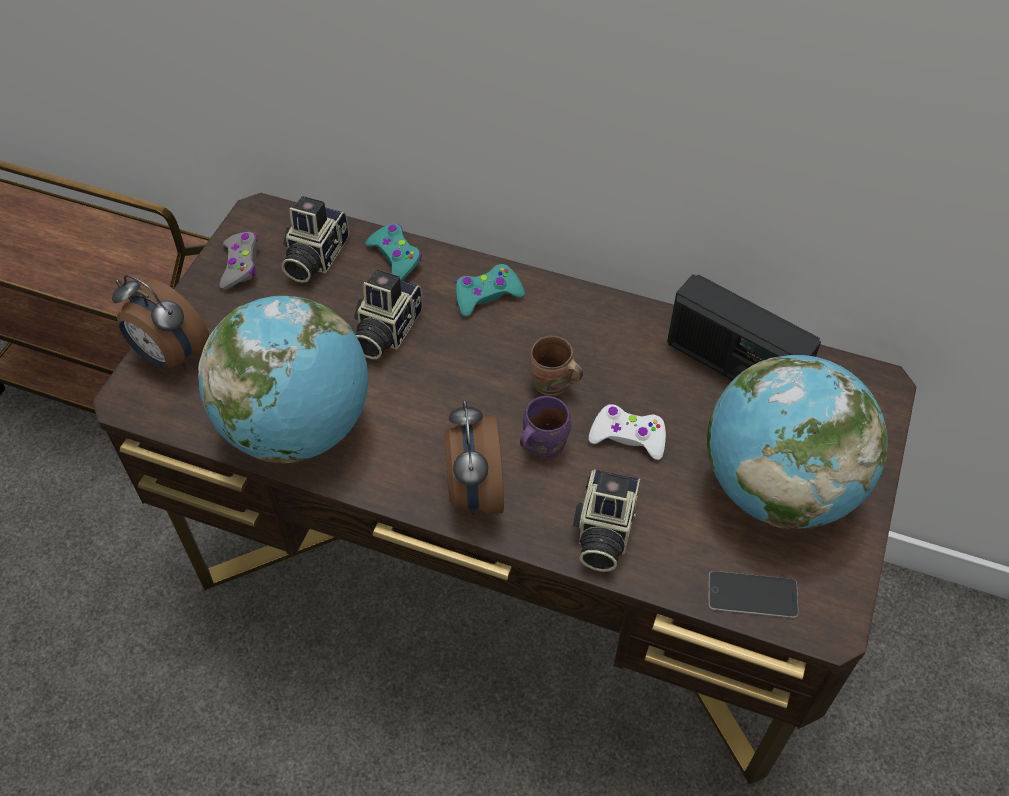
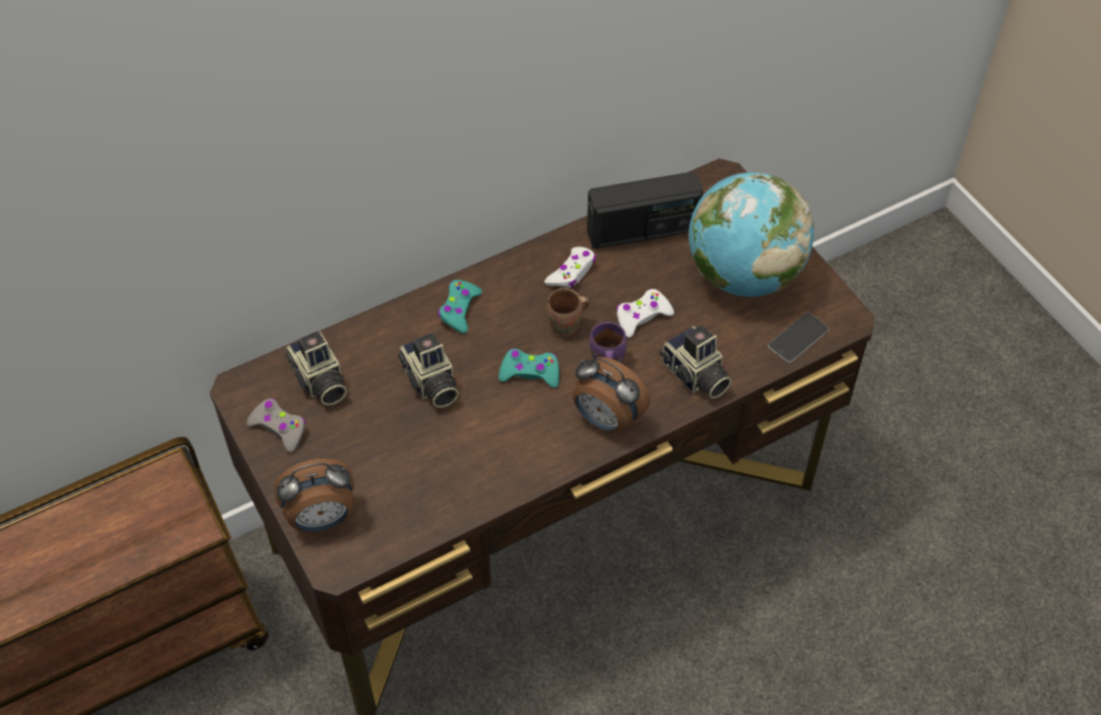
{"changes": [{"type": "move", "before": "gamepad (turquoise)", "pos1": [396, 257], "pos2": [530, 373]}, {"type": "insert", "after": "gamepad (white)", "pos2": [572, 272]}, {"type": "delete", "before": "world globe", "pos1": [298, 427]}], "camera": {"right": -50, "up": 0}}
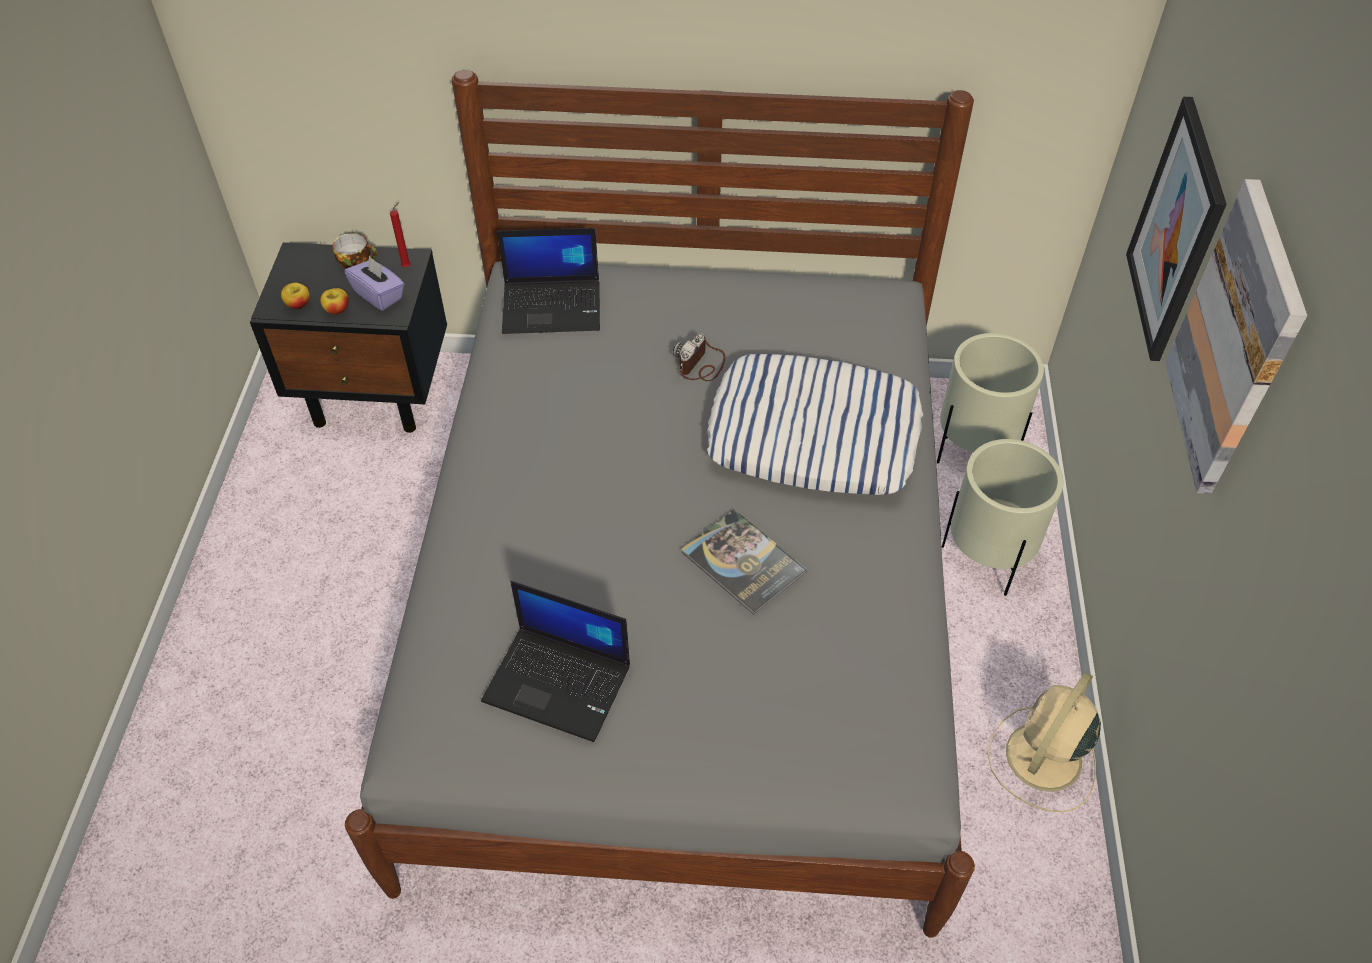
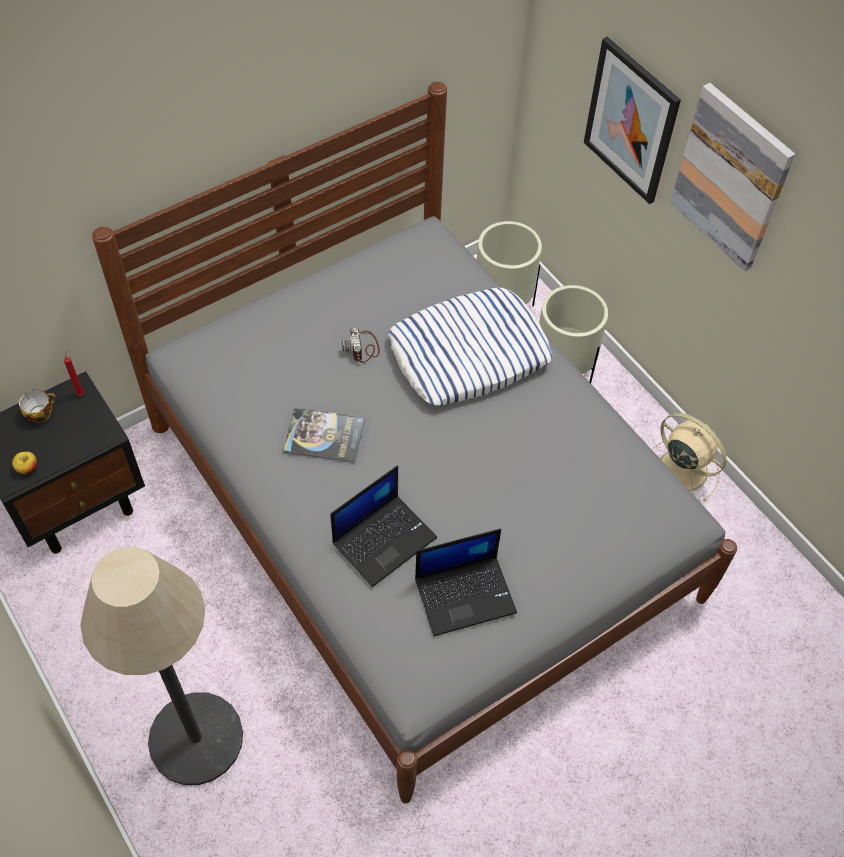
{"changes": [{"type": "insert", "after": "floor lamp", "pos2": [196, 738]}, {"type": "move", "before": "book", "pos1": [743, 562], "pos2": [324, 435]}, {"type": "move", "before": "portable computer", "pos1": [553, 306], "pos2": [384, 539]}, {"type": "rotate", "before": "fan (sand-coloured)", "pos1": [1042, 759], "pos2": [680, 469], "turn": 135}, {"type": "delete", "before": "whole apple", "pos1": [337, 310]}, {"type": "delete", "before": "tissue holder (purplish)", "pos1": [379, 295]}], "camera": {"right": -40, "up": 5}}
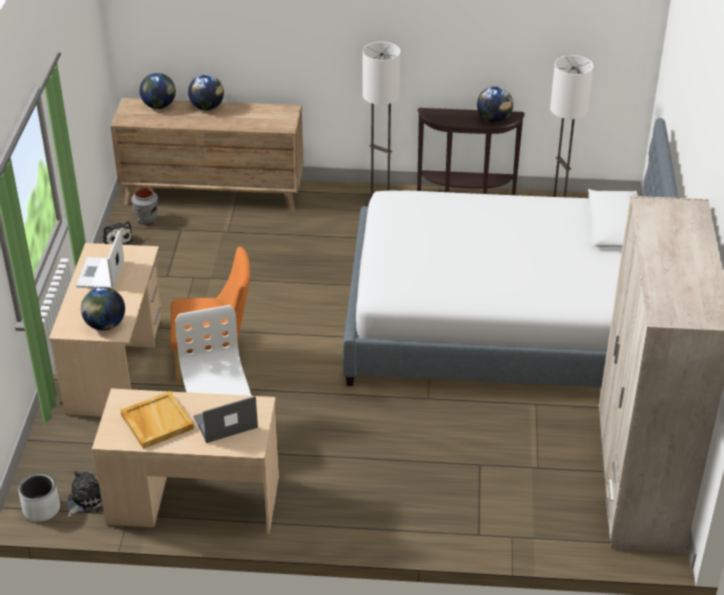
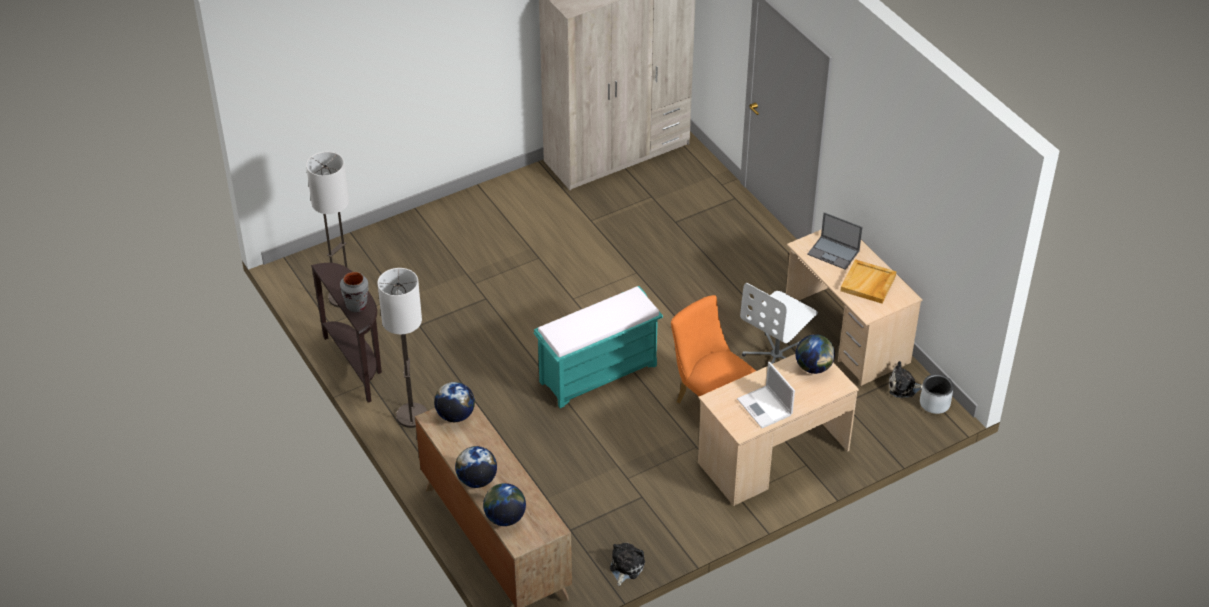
{"changes": [{"type": "move", "before": "decorative vase (grey)", "pos1": [147, 221], "pos2": [356, 305]}, {"type": "move", "before": "world globe", "pos1": [494, 119], "pos2": [455, 415]}, {"type": "insert", "after": "long seat (turquoise)", "pos2": [599, 373]}, {"type": "rotate", "before": "portable computer", "pos1": [100, 274], "pos2": [765, 408], "turn": 90}, {"type": "delete", "before": "sleeping bed", "pos1": [501, 322]}], "camera": {"right": -125, "up": 5}}
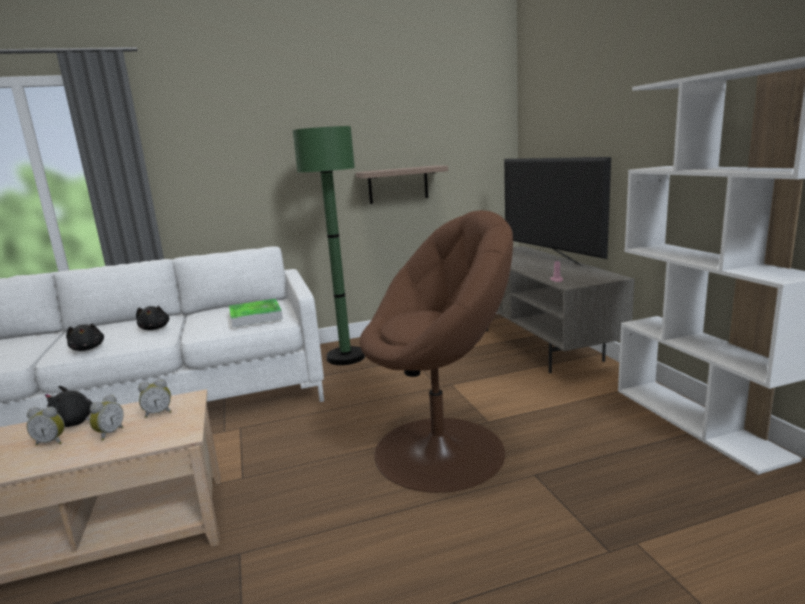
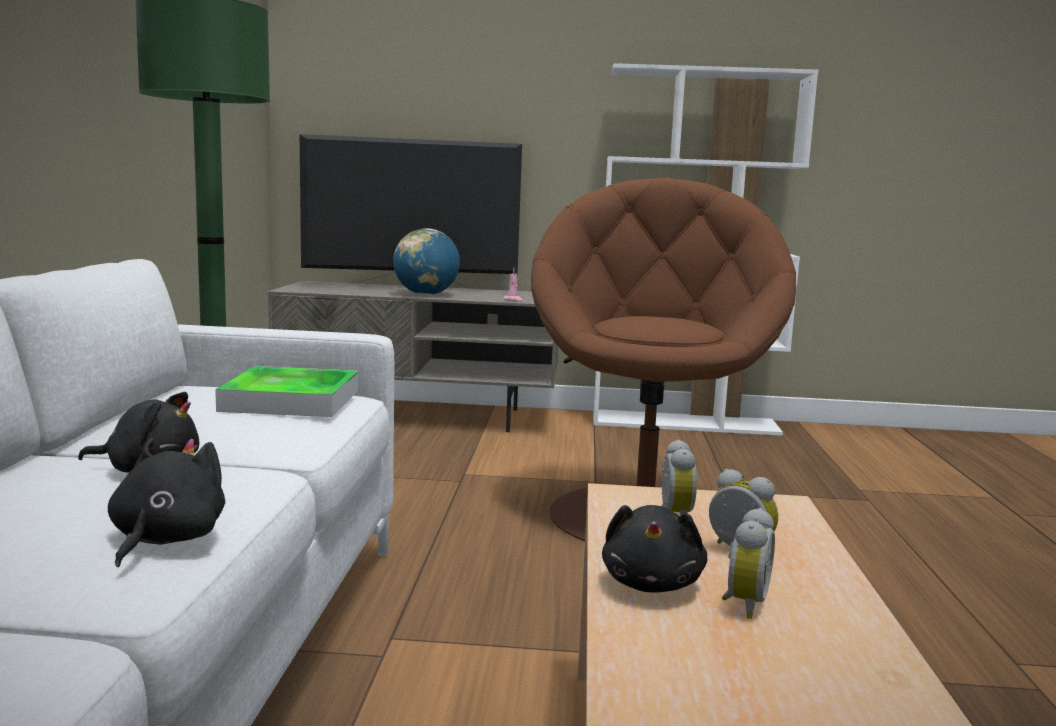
{"changes": [{"type": "rotate", "before": "cuddly toy (blackish)", "pos1": [88, 348], "pos2": [165, 539], "turn": -75}, {"type": "insert", "after": "world globe", "pos2": [426, 294]}, {"type": "delete", "before": "shelf", "pos1": [398, 184]}], "camera": {"right": -70, "up": -5}}
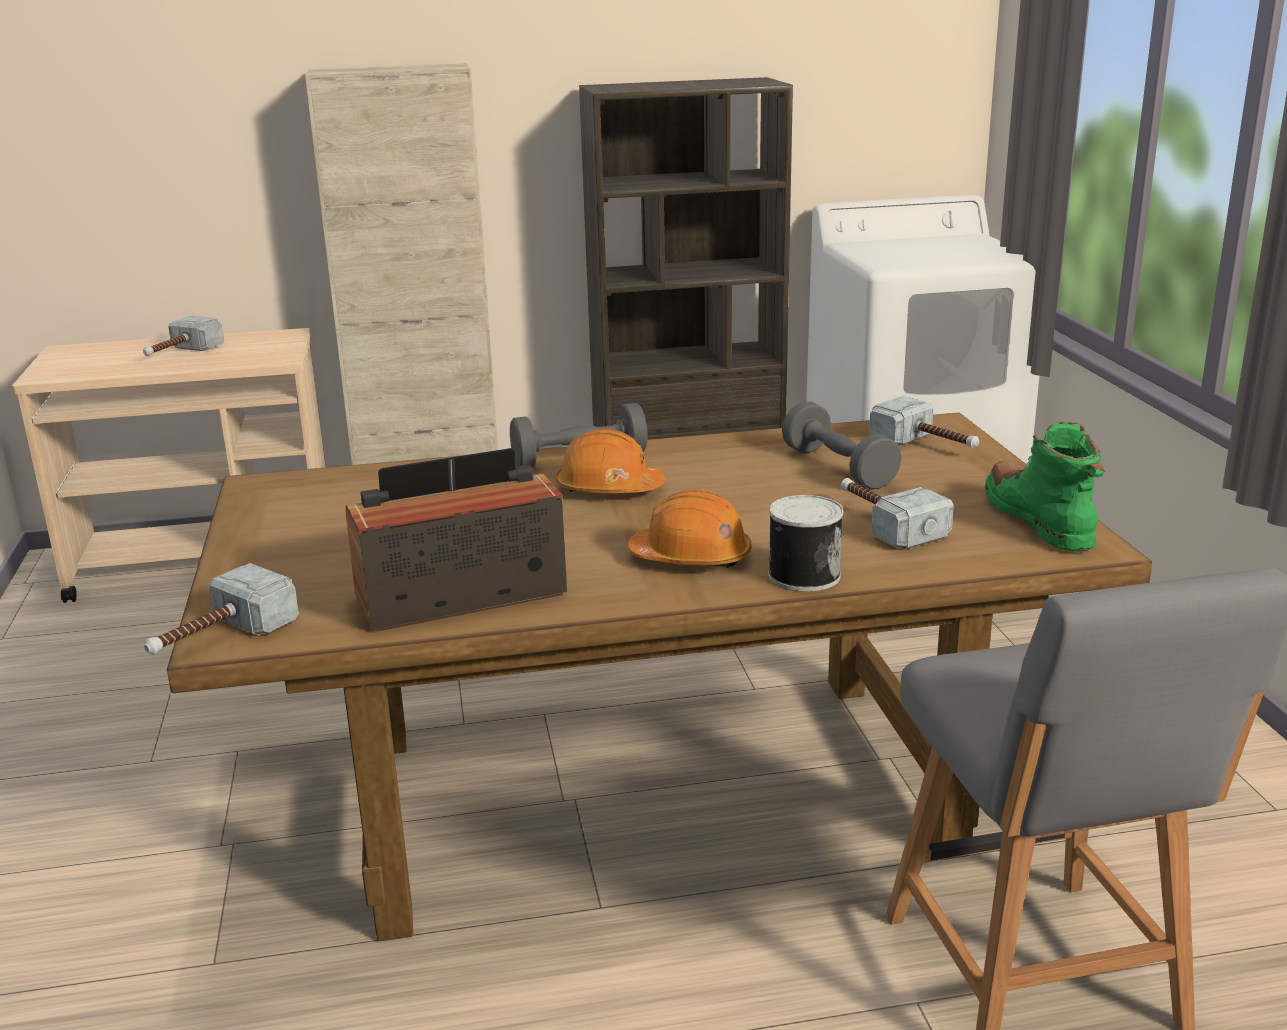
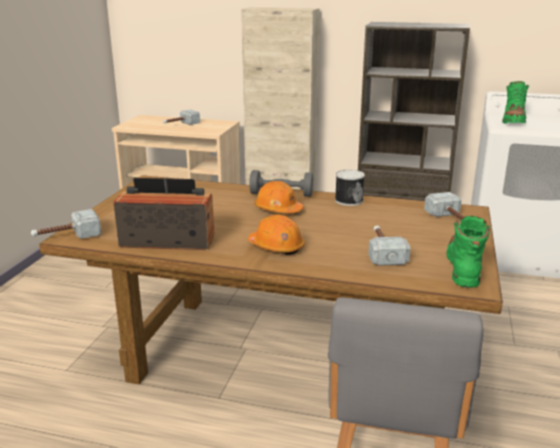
{"changes": [{"type": "move", "before": "metal can", "pos1": [802, 575], "pos2": [348, 200]}, {"type": "insert", "after": "boot (green-coloured)", "pos2": [513, 121]}, {"type": "delete", "before": "free weight (grey)", "pos1": [838, 468]}], "camera": {"right": 25, "up": 0}}
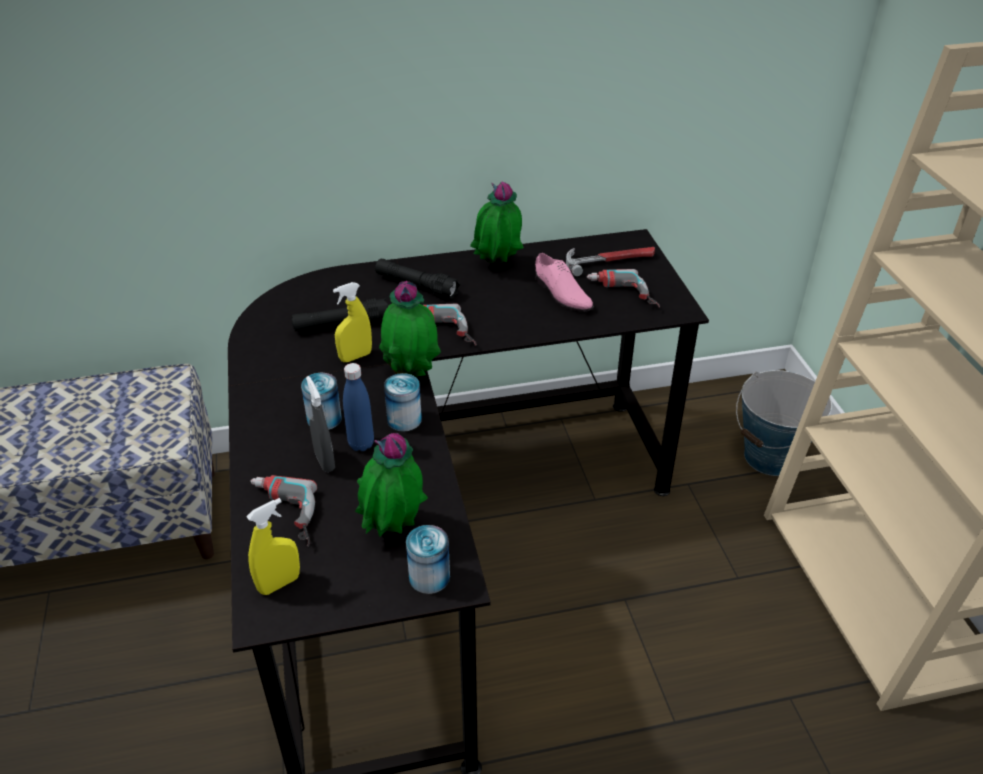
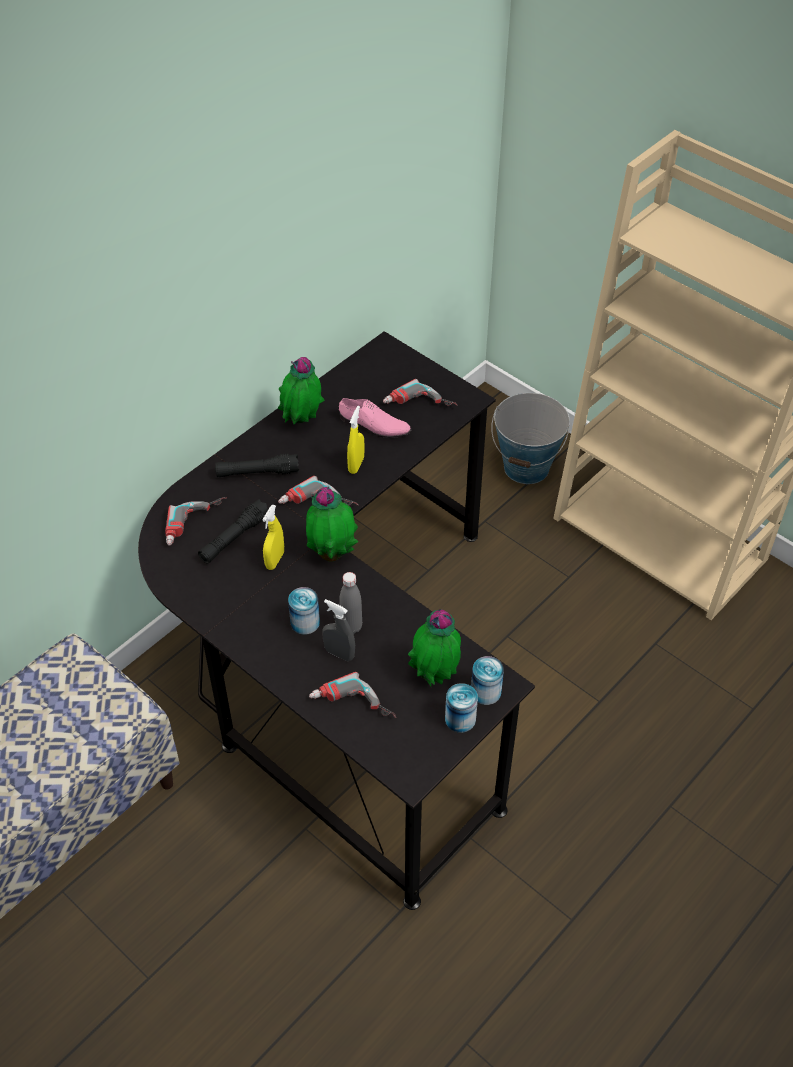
{"changes": [{"type": "insert", "after": "electric drill", "pos2": [196, 524]}, {"type": "recolor", "before": "drink bottle (bluish)", "after": "drink bottle (grey)", "pos1": [361, 444], "pos2": [351, 627]}, {"type": "move", "before": "hand sprayer (yellow)", "pos1": [279, 583], "pos2": [356, 465]}, {"type": "move", "before": "metal can", "pos1": [404, 419], "pos2": [460, 719]}, {"type": "delete", "before": "hammer", "pos1": [610, 260]}], "camera": {"right": -35, "up": 10}}
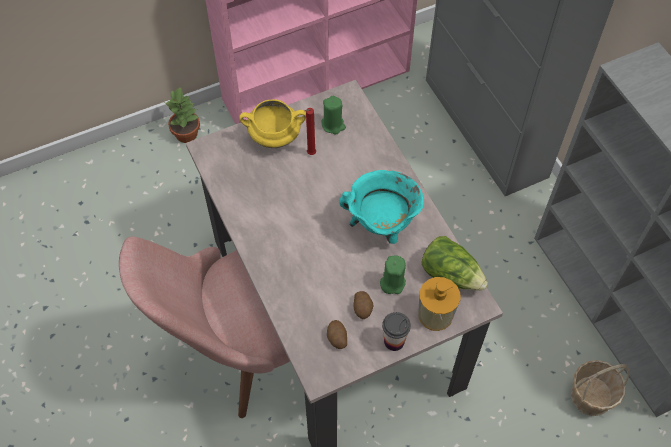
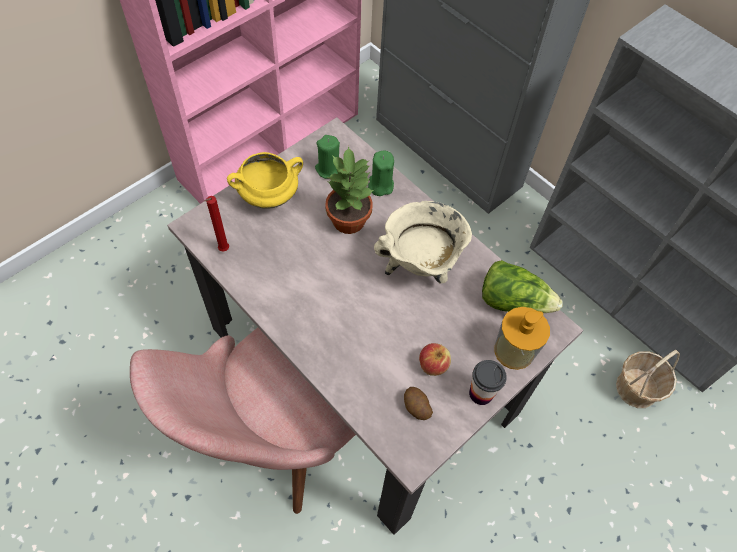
{"changes": [{"type": "move", "before": "candle (reddish)", "pos1": [310, 154], "pos2": [223, 250]}, {"type": "move", "before": "plant in a pot", "pos1": [187, 134], "pos2": [349, 220]}, {"type": "move", "before": "candle (green-coloured)", "pos1": [392, 282], "pos2": [380, 185]}, {"type": "recolor", "before": "cooking pot (turquoise)", "after": "cooking pot (sand-coloured)", "pos1": [381, 225], "pos2": [420, 266]}, {"type": "replace", "before": "potato", "after": "whole apple", "pos1": [363, 308], "pos2": [433, 364]}], "camera": {"right": -20, "up": 0}}
